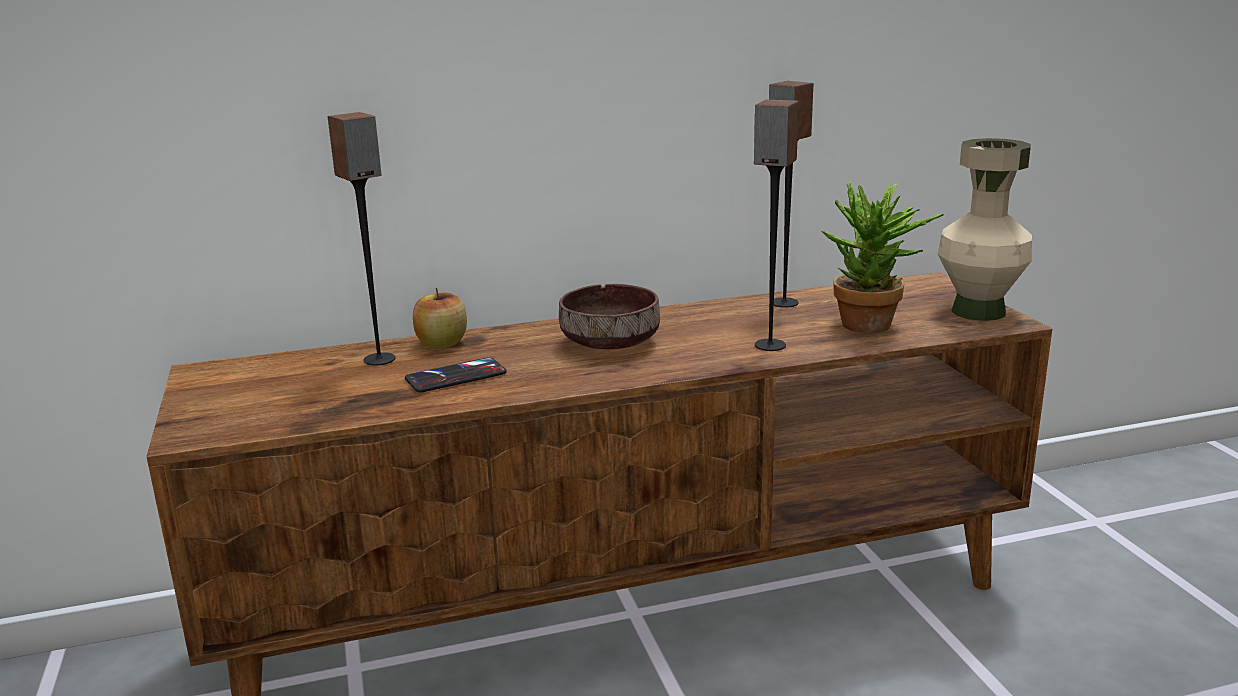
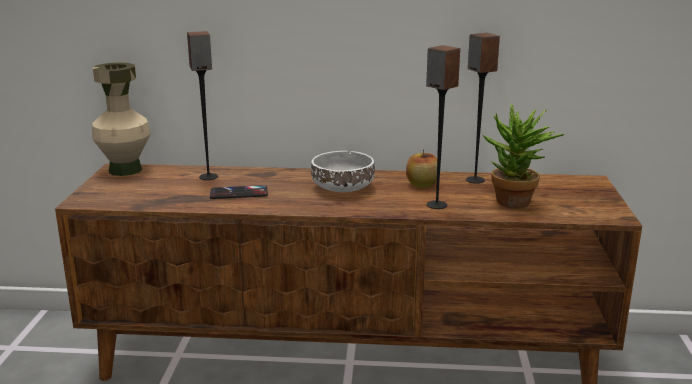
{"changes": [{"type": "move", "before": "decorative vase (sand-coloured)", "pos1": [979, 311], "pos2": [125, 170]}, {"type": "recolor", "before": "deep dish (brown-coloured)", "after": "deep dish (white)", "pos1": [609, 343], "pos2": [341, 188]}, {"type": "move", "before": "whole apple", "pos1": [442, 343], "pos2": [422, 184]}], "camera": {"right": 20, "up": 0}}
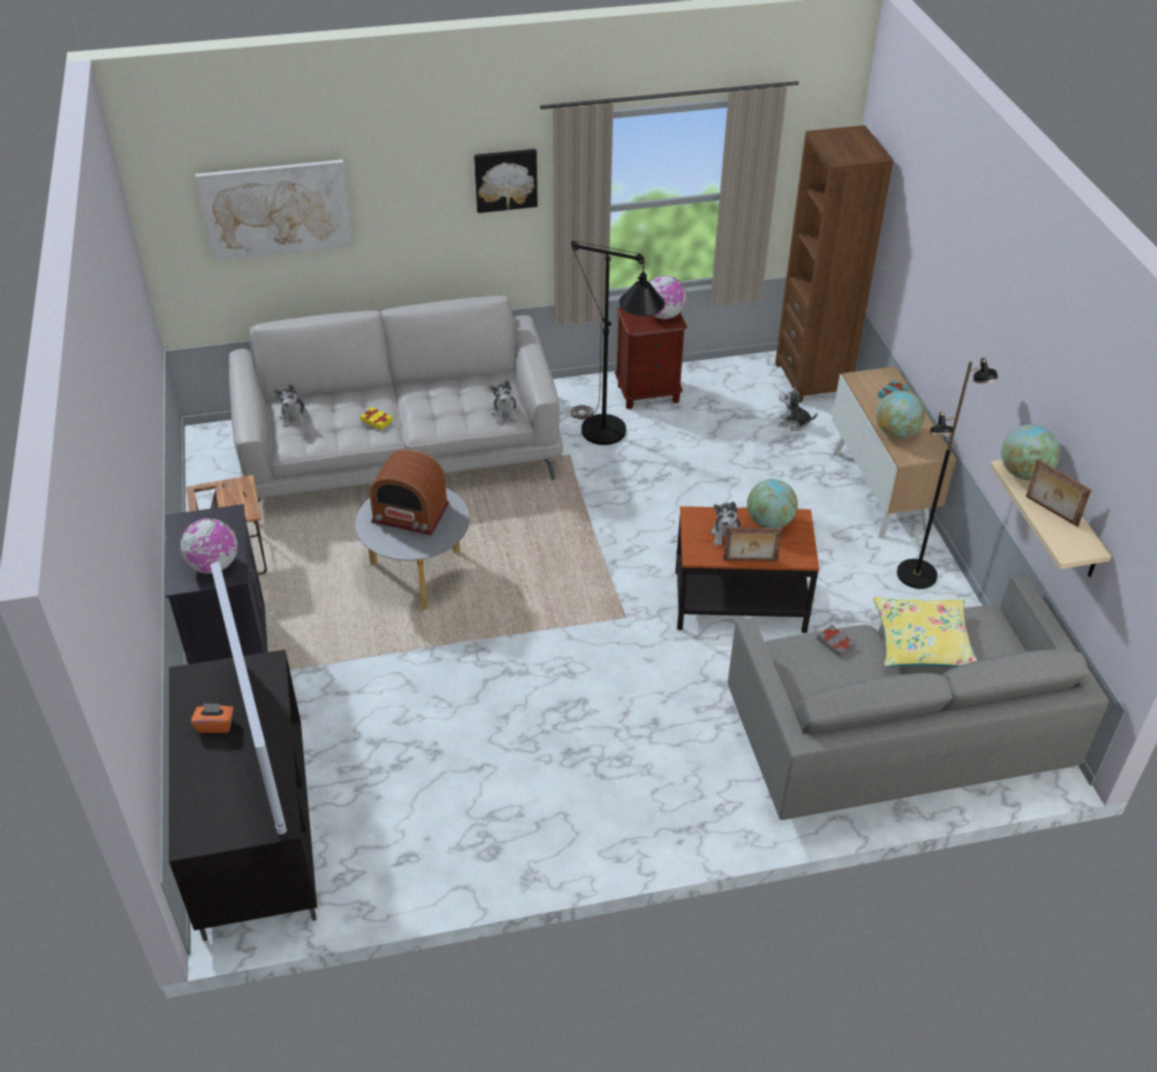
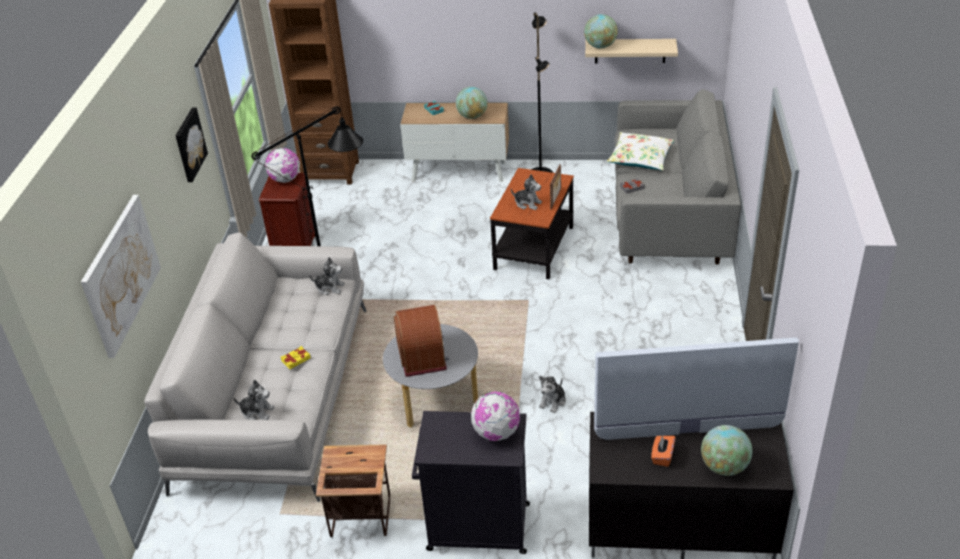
{"changes": [{"type": "rotate", "before": "radio receiver", "pos1": [410, 513], "pos2": [422, 355], "turn": -45}, {"type": "move", "before": "cuddly toy", "pos1": [793, 423], "pos2": [553, 402]}, {"type": "recolor", "before": "throw pillow (yellow)", "after": "throw pillow (white)", "pos1": [922, 642], "pos2": [640, 158]}, {"type": "move", "before": "world globe", "pos1": [769, 522], "pos2": [724, 467]}, {"type": "delete", "before": "photo frame", "pos1": [1051, 511]}], "camera": {"right": -70, "up": -5}}
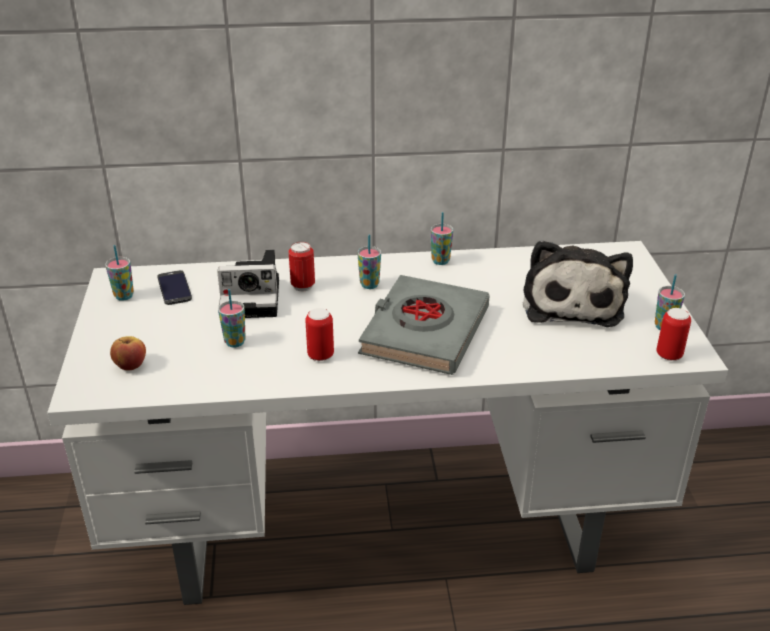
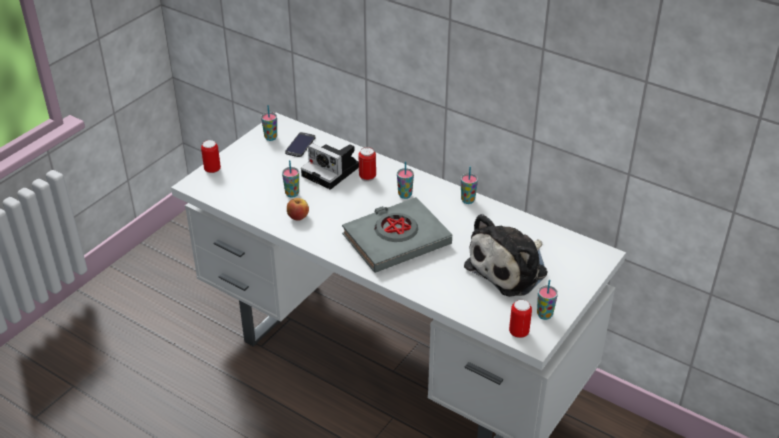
{"changes": [{"type": "move", "before": "metal can", "pos1": [320, 355], "pos2": [212, 170]}, {"type": "move", "before": "whole apple", "pos1": [130, 365], "pos2": [298, 217]}], "camera": {"right": 40, "up": 5}}
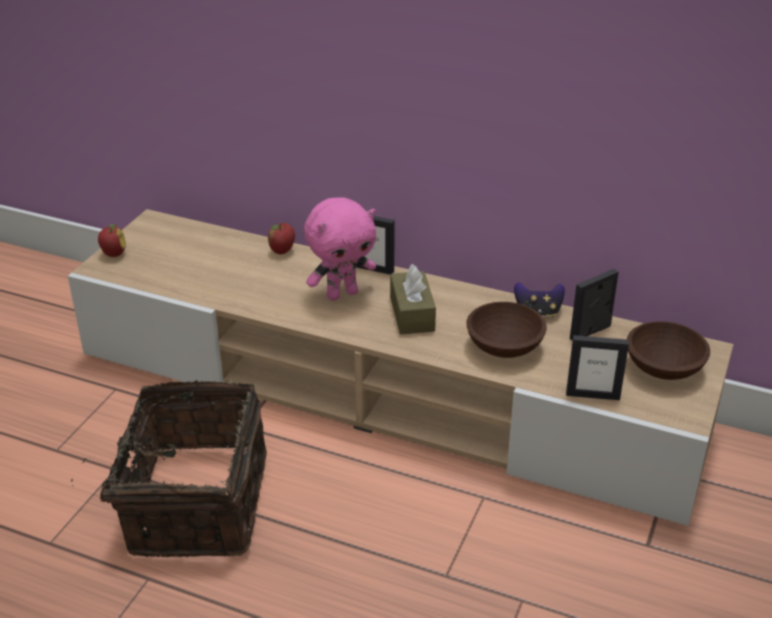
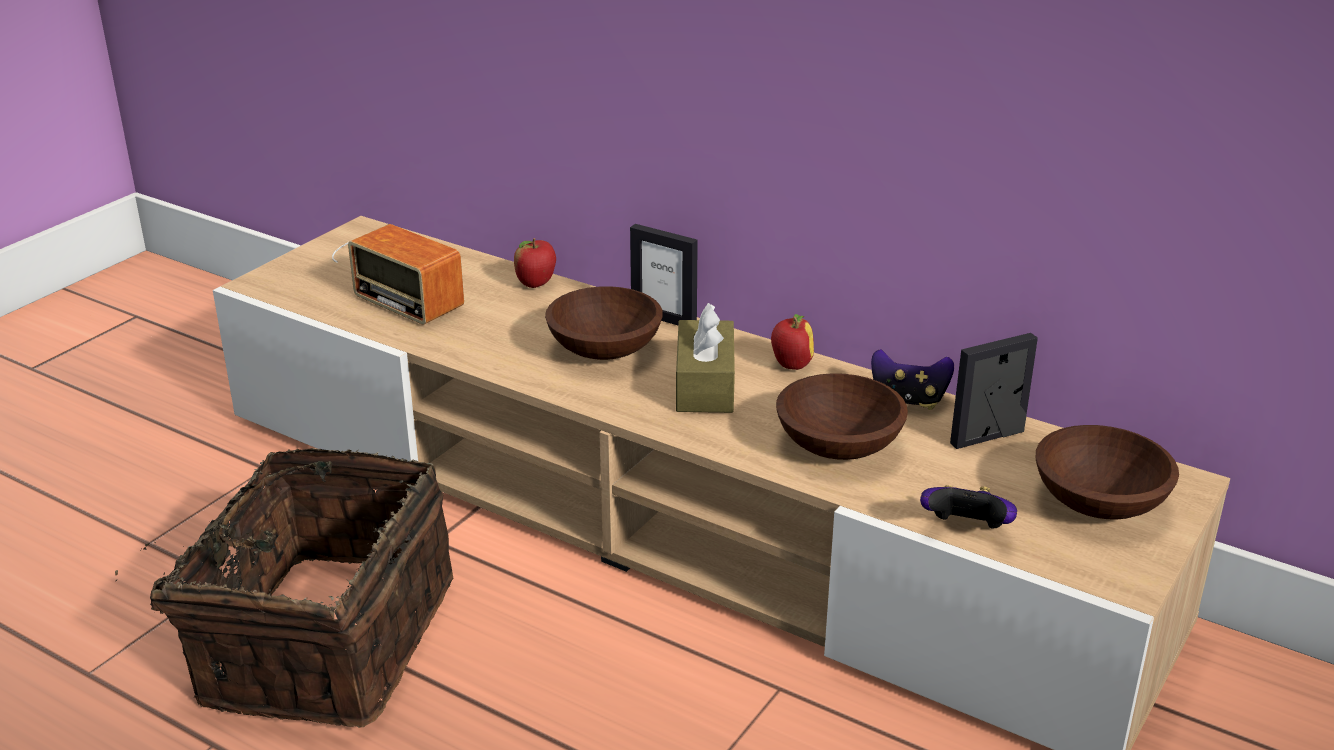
{"changes": [{"type": "insert", "after": "radio receiver", "pos2": [400, 274]}, {"type": "replace", "before": "cuddly toy (pink)", "after": "deep dish (brown-coloured)", "pos1": [342, 294], "pos2": [605, 348]}, {"type": "move", "before": "whole apple", "pos1": [113, 254], "pos2": [791, 365]}, {"type": "replace", "before": "photo frame", "after": "gamepad", "pos1": [592, 395], "pos2": [966, 530]}], "camera": {"right": 10, "up": -5}}
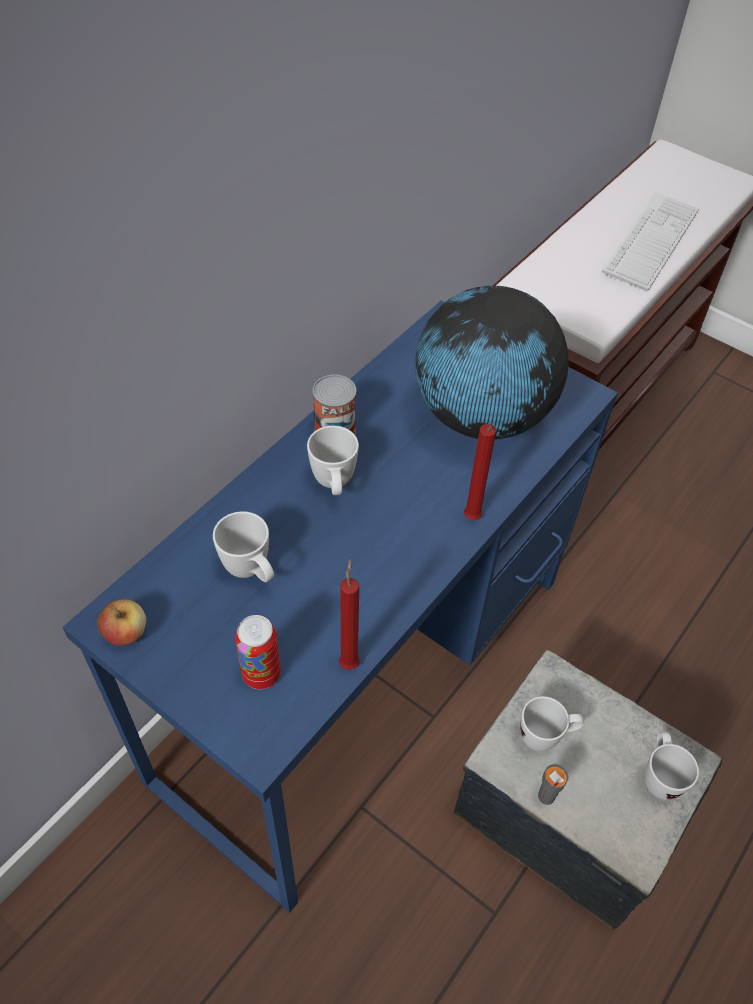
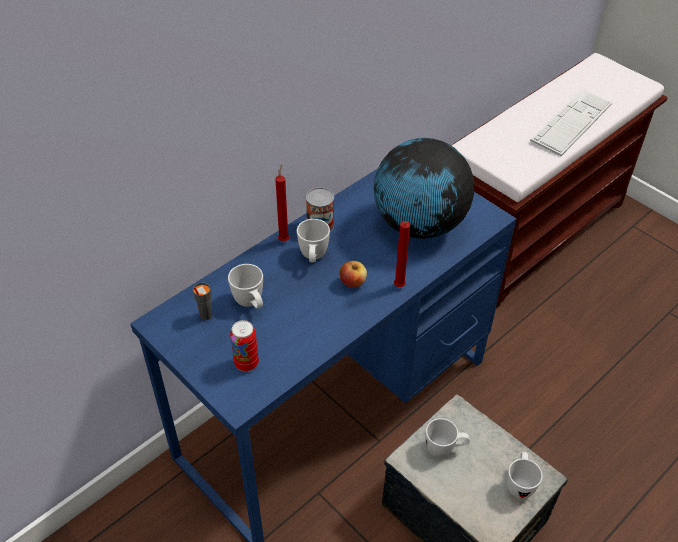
{"changes": [{"type": "move", "before": "drinking cup (grey)", "pos1": [546, 796], "pos2": [205, 315]}, {"type": "move", "before": "candle (reddish)", "pos1": [349, 661], "pos2": [284, 239]}, {"type": "move", "before": "whole apple", "pos1": [126, 633], "pos2": [353, 282]}], "camera": {"right": 10, "up": -5}}
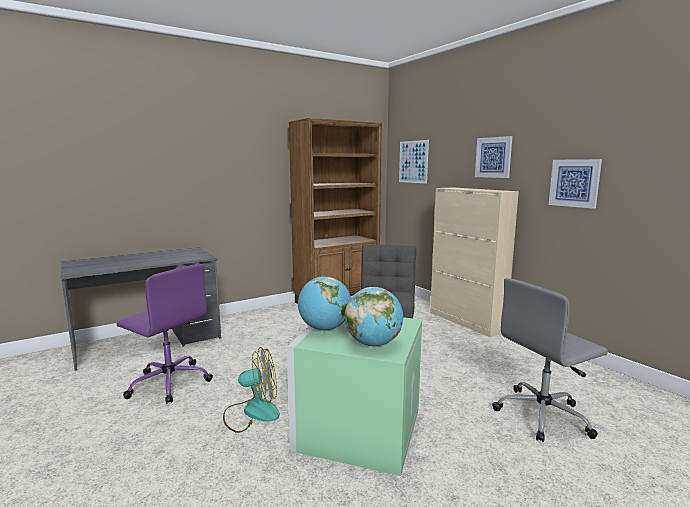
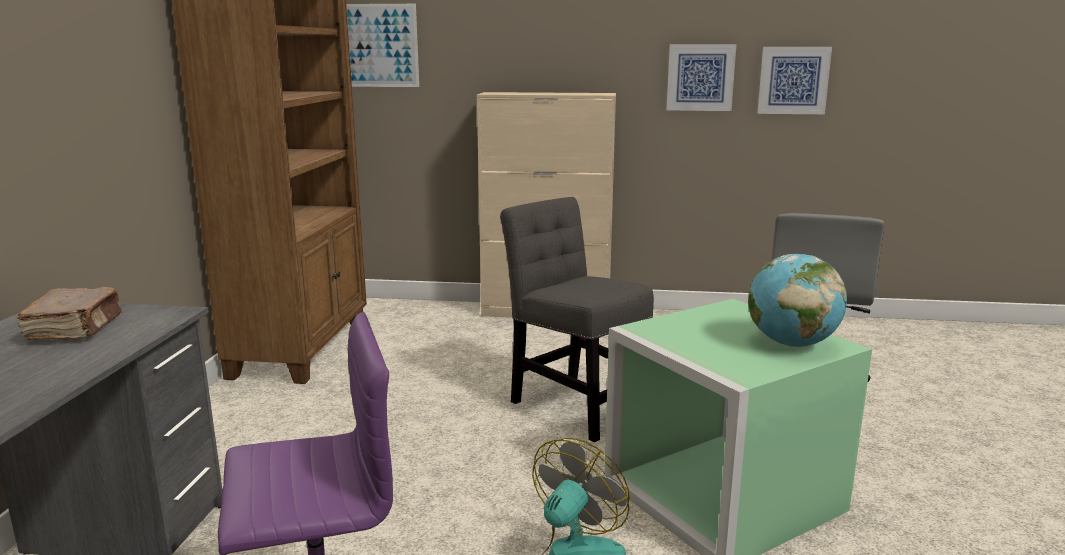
{"changes": [{"type": "insert", "after": "book (brown-coloured)", "pos2": [76, 329]}, {"type": "move", "before": "wall picture", "pos1": [493, 157], "pos2": [793, 80]}, {"type": "delete", "before": "world globe", "pos1": [324, 329]}], "camera": {"right": -50, "up": 5}}
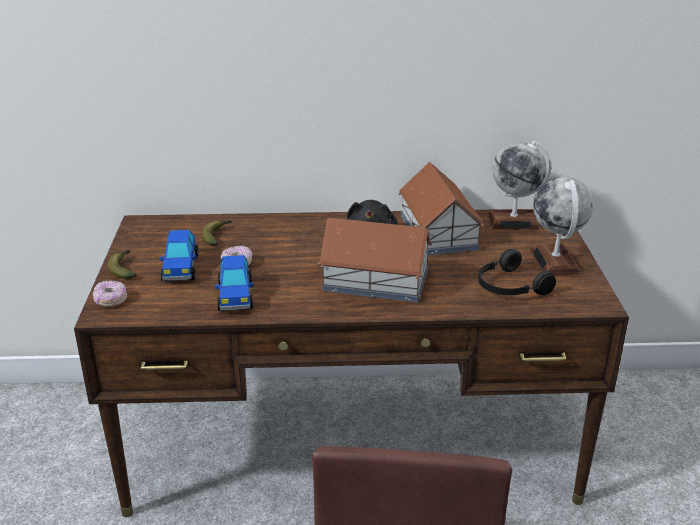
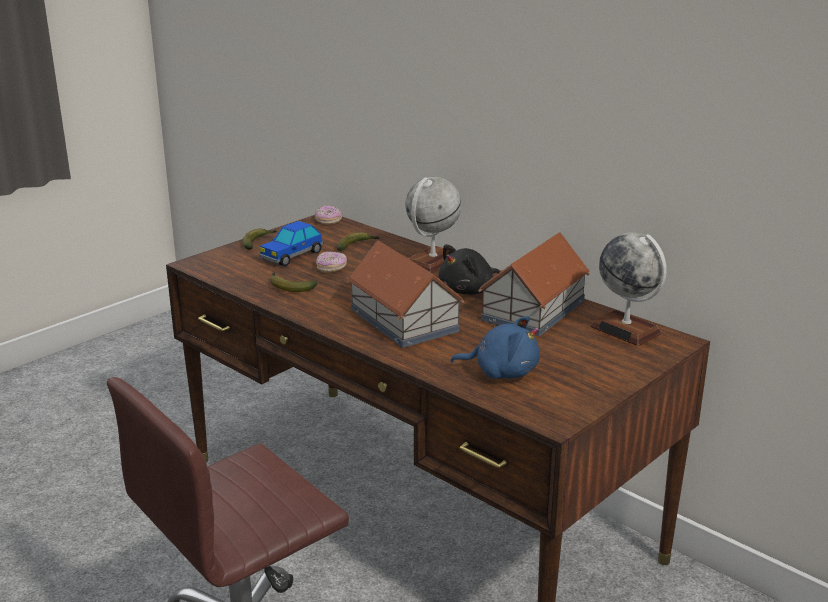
{"changes": [{"type": "replace", "before": "model car", "after": "banana fruit", "pos1": [235, 295], "pos2": [289, 287]}, {"type": "move", "before": "donut", "pos1": [110, 300], "pos2": [328, 221]}, {"type": "move", "before": "world globe", "pos1": [555, 261], "pos2": [432, 262]}, {"type": "replace", "before": "headphones (blackish)", "after": "cuddly toy (bluish)", "pos1": [509, 287], "pos2": [502, 372]}], "camera": {"right": 45, "up": -5}}
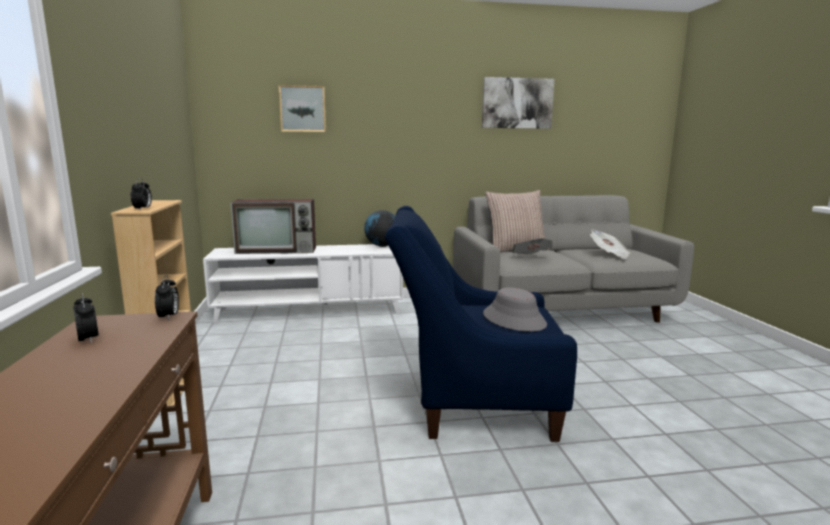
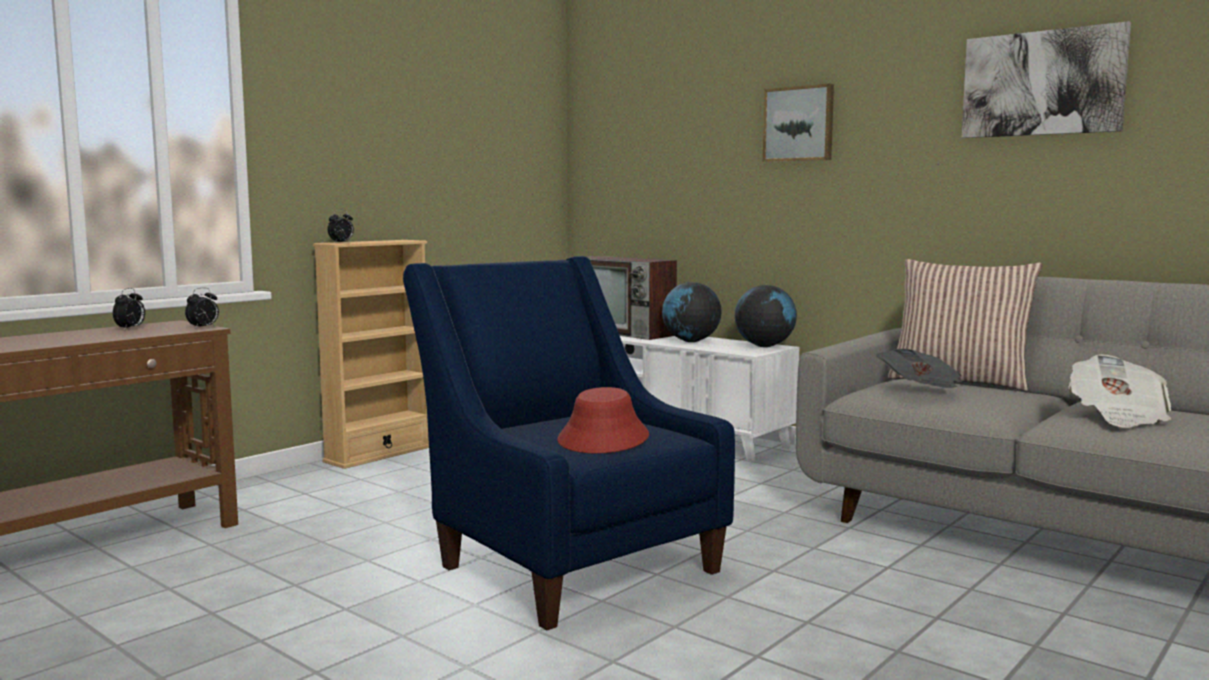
{"changes": [{"type": "recolor", "before": "clothing hat (grey)", "after": "clothing hat (reddish)", "pos1": [514, 319], "pos2": [604, 438]}, {"type": "insert", "after": "world globe", "pos2": [691, 341]}, {"type": "move", "before": "wall picture", "pos1": [302, 109], "pos2": [799, 124]}], "camera": {"right": 50, "up": -5}}
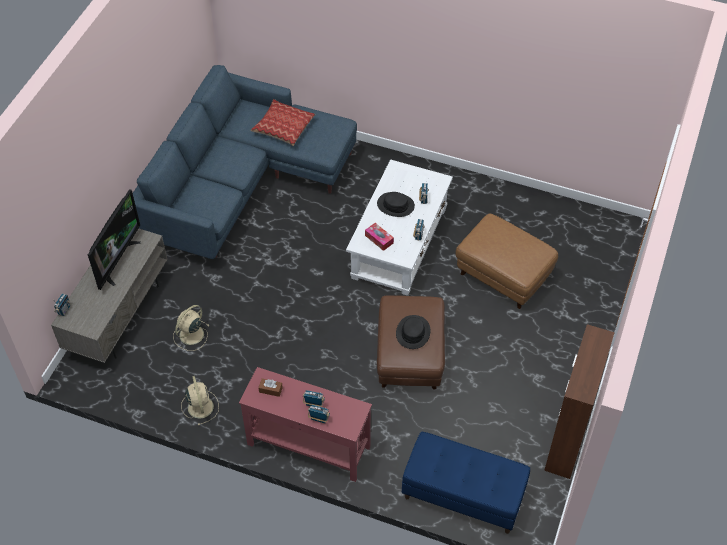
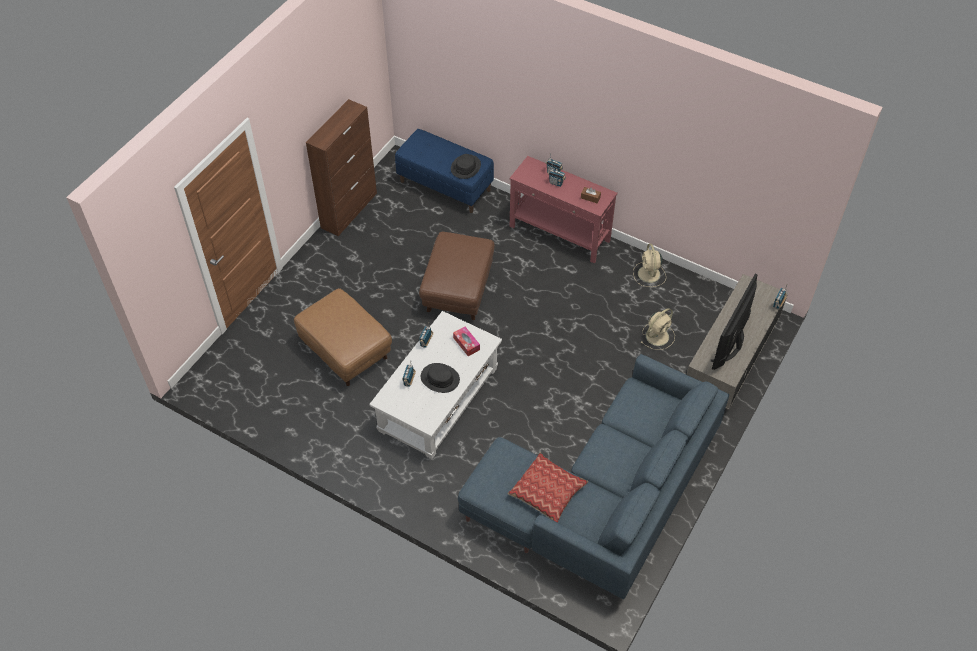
{"changes": [{"type": "move", "before": "clothing hat (blackish)", "pos1": [413, 332], "pos2": [465, 167]}], "camera": {"right": -170, "up": 0}}
